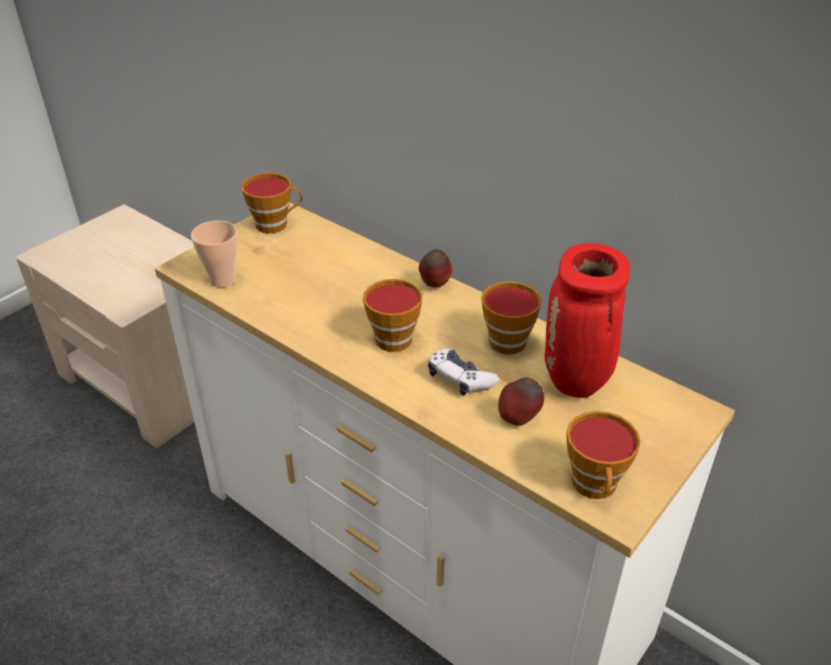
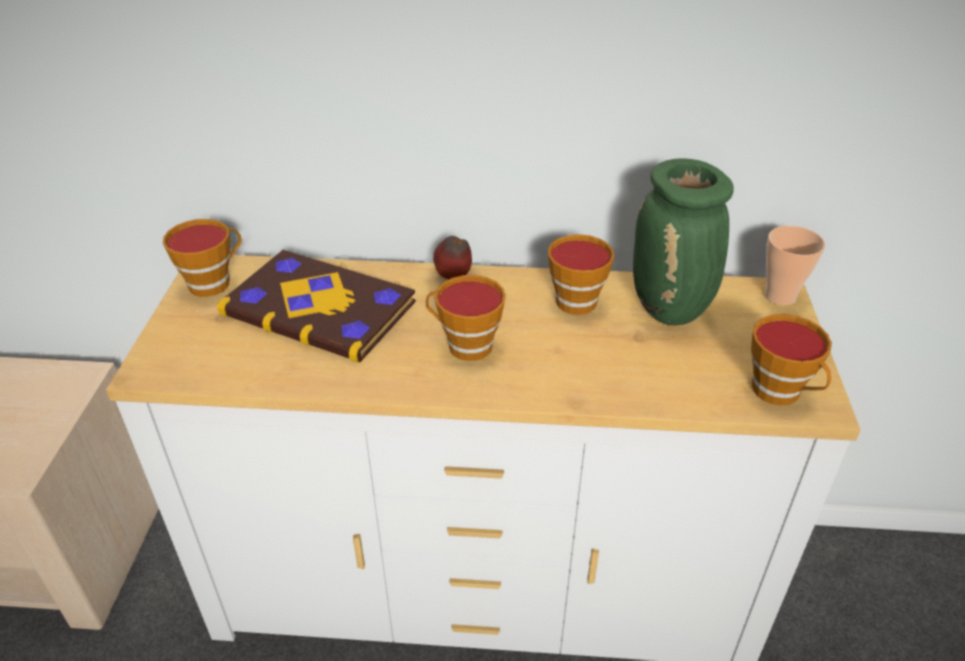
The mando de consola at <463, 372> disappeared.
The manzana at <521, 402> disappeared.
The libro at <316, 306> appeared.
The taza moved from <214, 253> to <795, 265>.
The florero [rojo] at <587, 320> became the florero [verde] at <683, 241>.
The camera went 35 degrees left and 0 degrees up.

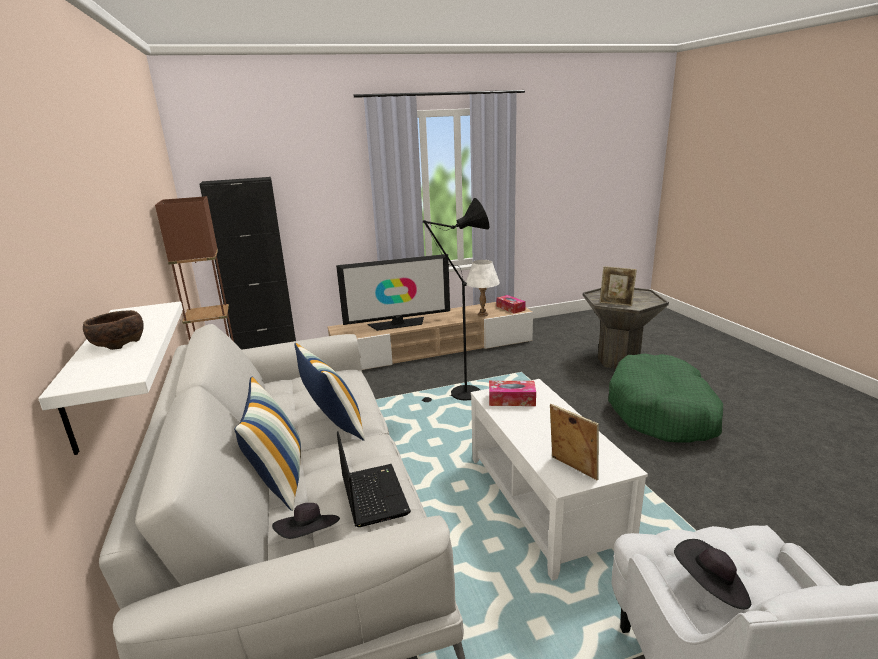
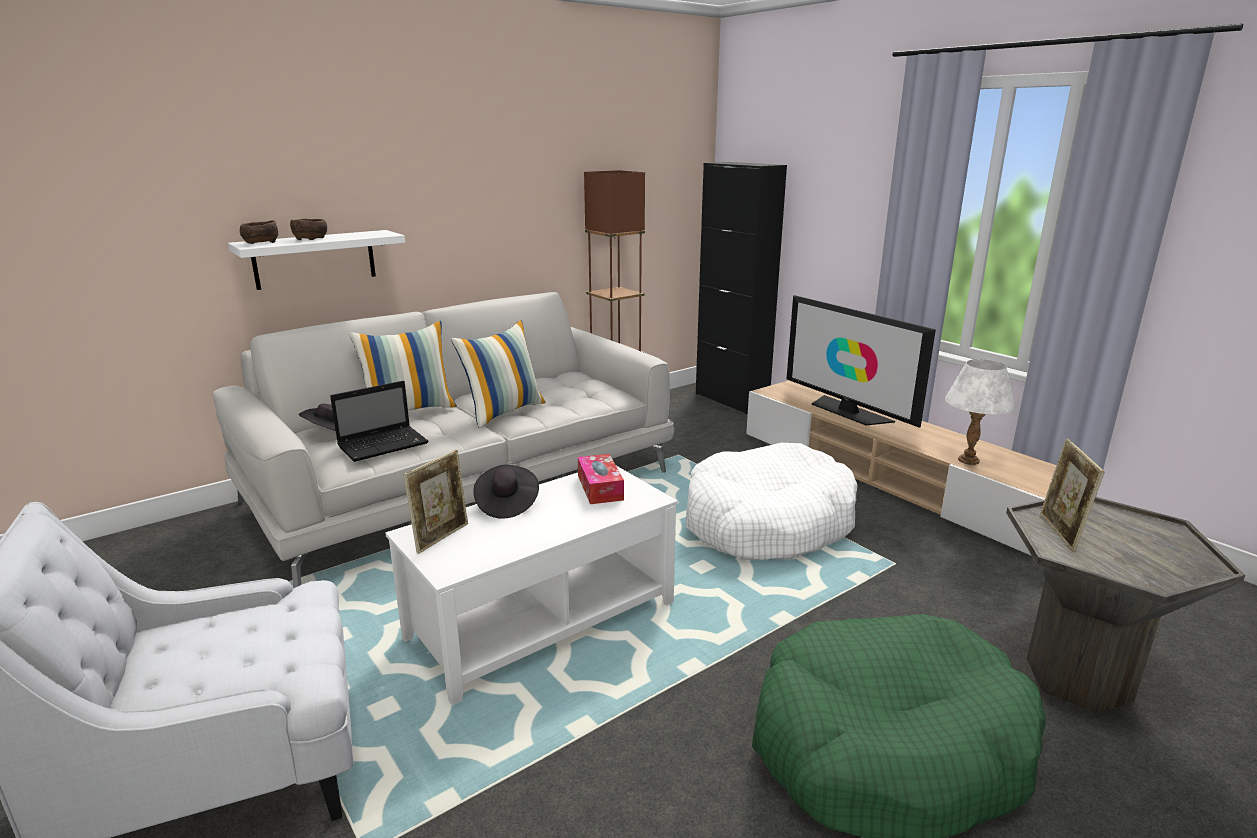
The caja de pañuelos at <511, 304> disappeared.
The cuenco [marrón] at <259, 232> appeared.
The sombrero [negro] moved from <712, 574> to <506, 491>.
The lámpara de pie [negro] at <455, 300> was replaced by the cama para perro [blanco] at <771, 501>.
The camera went 70 degrees right and 0 degrees up.

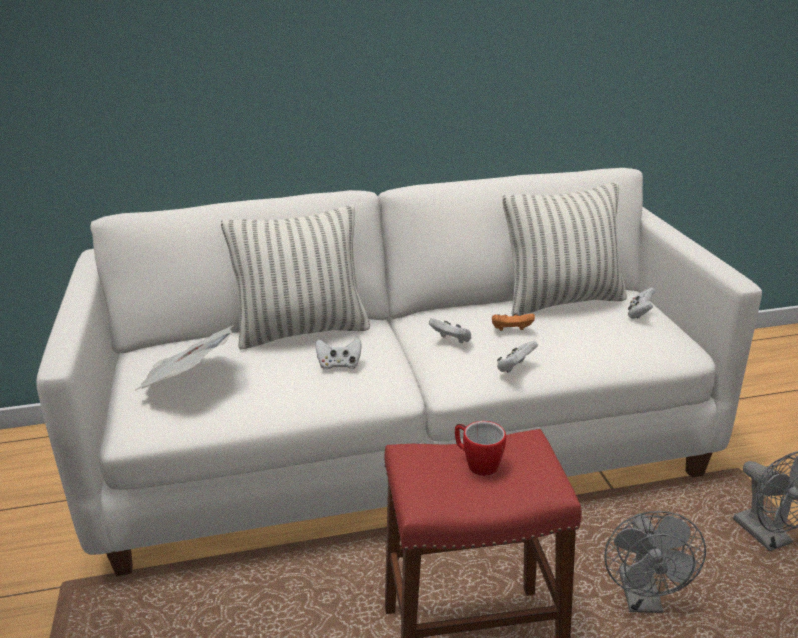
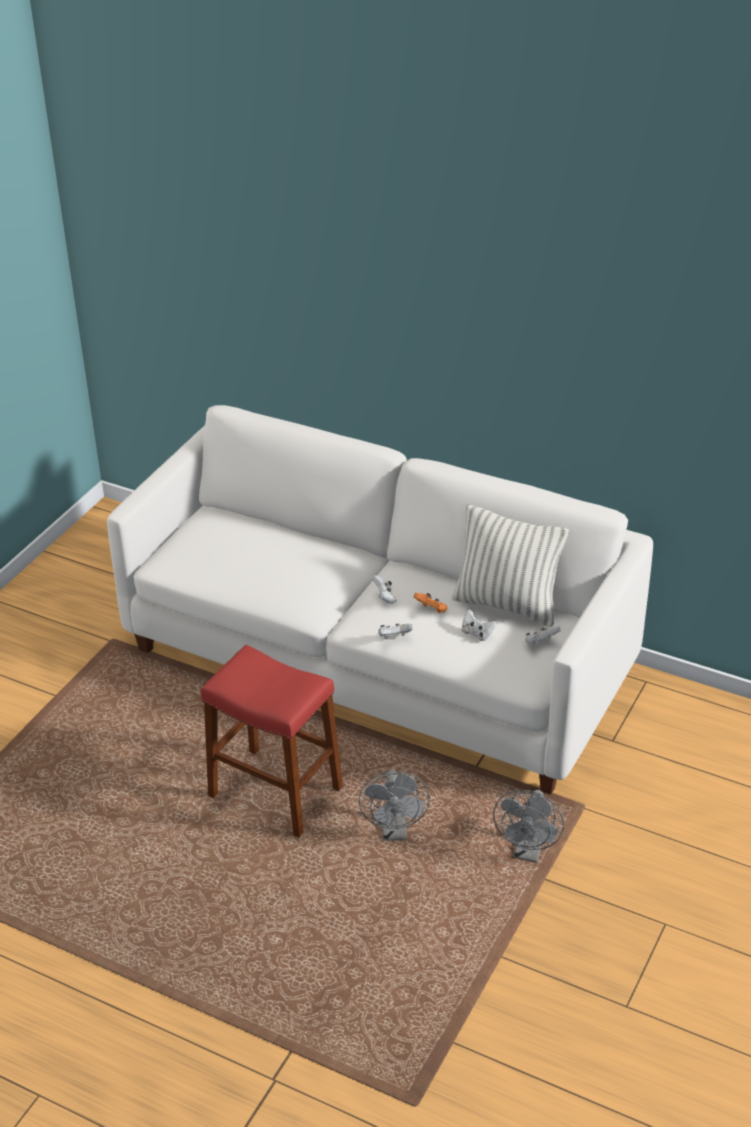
The periódico at <184, 358> disappeared.
The cojín at <295, 277> disappeared.
The taza grande at <480, 448> disappeared.
The mando de consola [blanco] moved from <338, 354> to <479, 625>.
The ventilador [gris] at <655, 562> turned 45 degrees counterclockwise.
The camera went 40 degrees right and 10 degrees up.

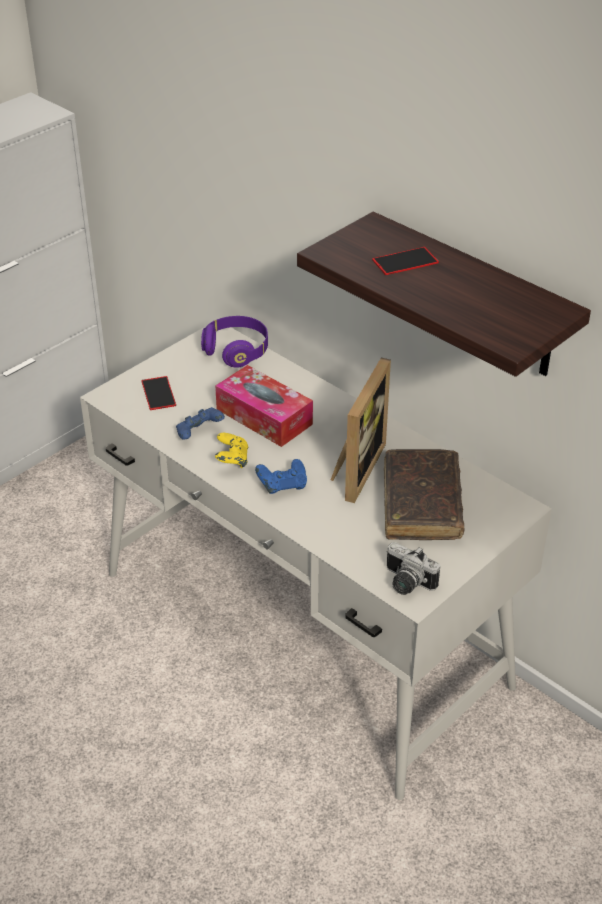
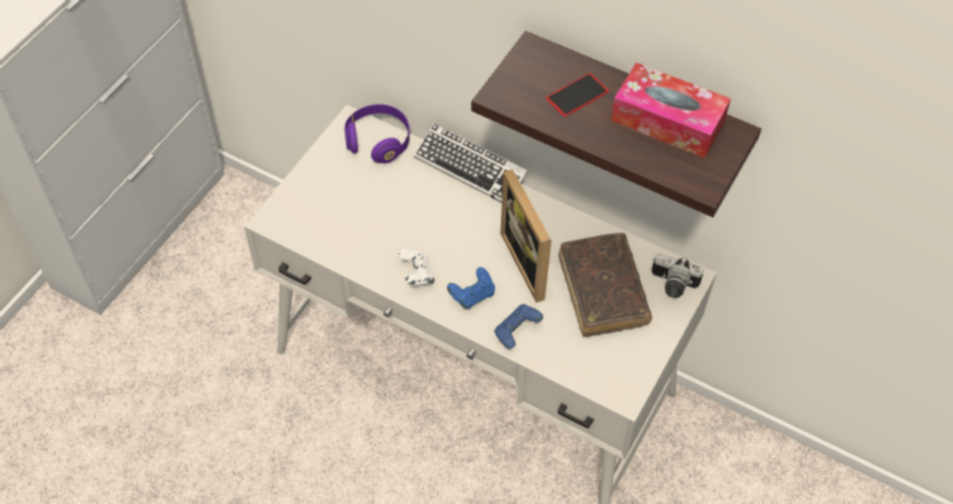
The móvil at <159, 393> disappeared.
The teclado at <471, 163> appeared.
The mando de consola [azul] moved from <200, 423> to <518, 326>.
The caja de pañuelos moved from <264, 406> to <671, 110>.
The cámara moved from <413, 568> to <678, 275>.
The mando de consola [amarillo] at <231, 450> became the mando de consola [blanco] at <416, 267>.
The portarretratos at <361, 430> turned 150 degrees clockwise.
The camera went 15 degrees left and 15 degrees up.

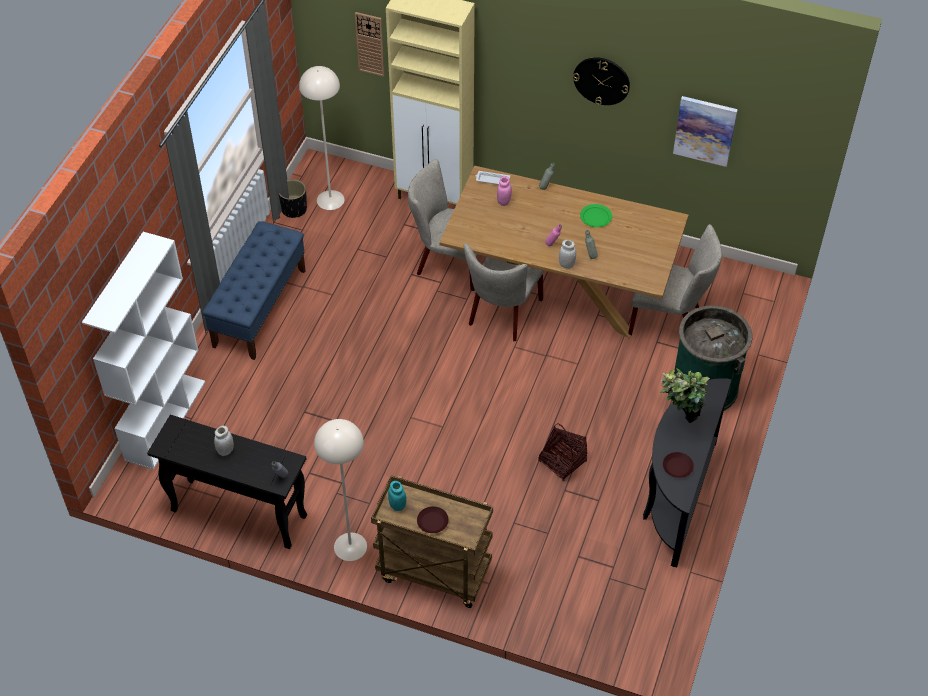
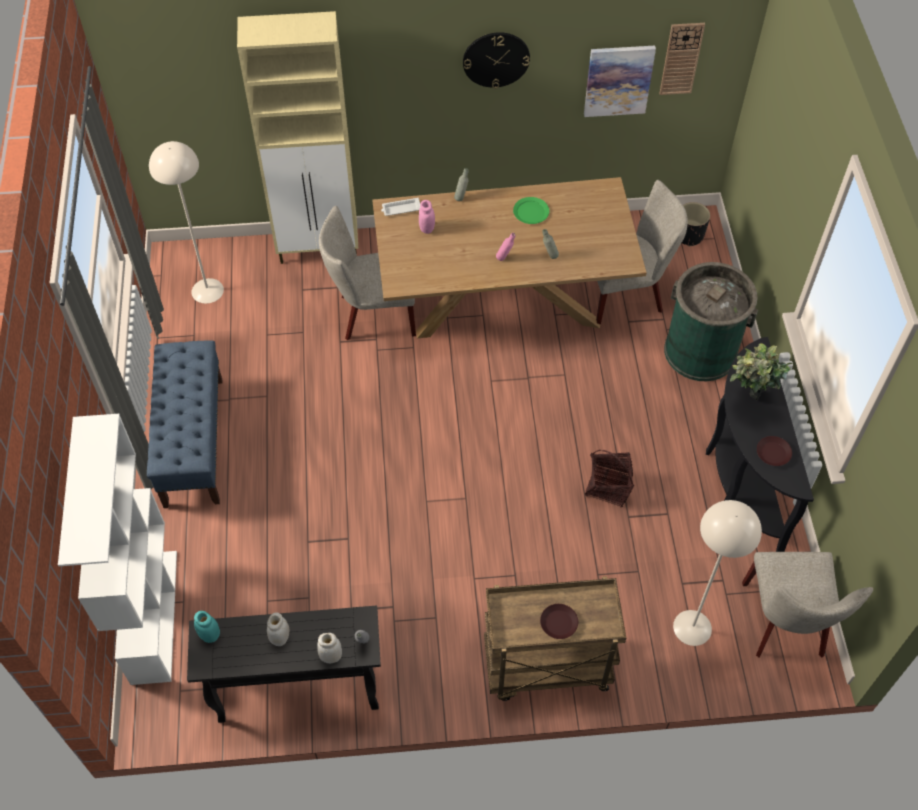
The maceta [negro] moved from <293, 198> to <696, 224>.
The lámpara de pie [beis] moved from <340, 490> to <717, 573>.
The reloj de pared moved from <369, 44> to <682, 59>.
The tarro [turquesa] moved from <397, 496> to <207, 627>.
The silla [beis] moved from <504, 292> to <807, 605>.
The tarro [blanco] moved from <567, 254> to <329, 648>.
The camera went 25 degrees left and 5 degrees up.

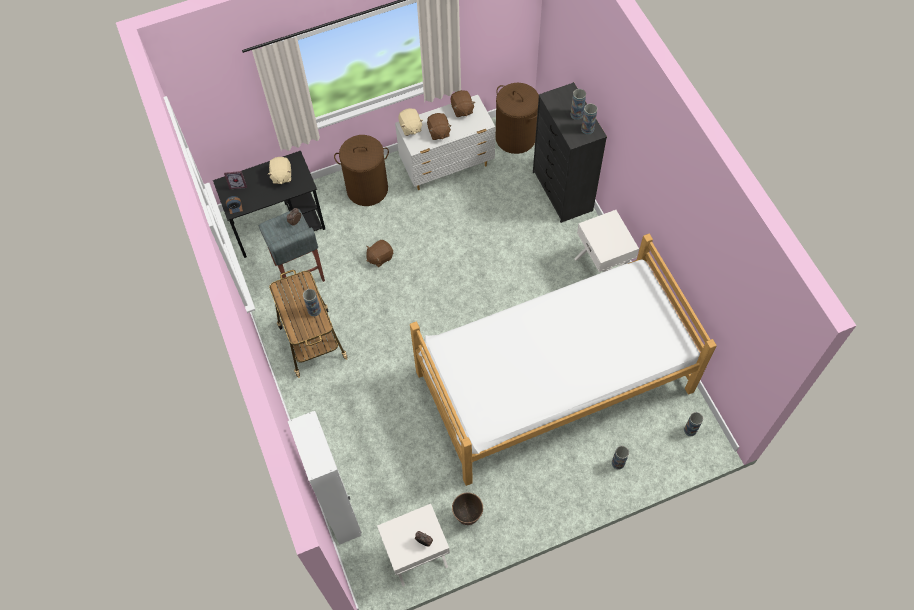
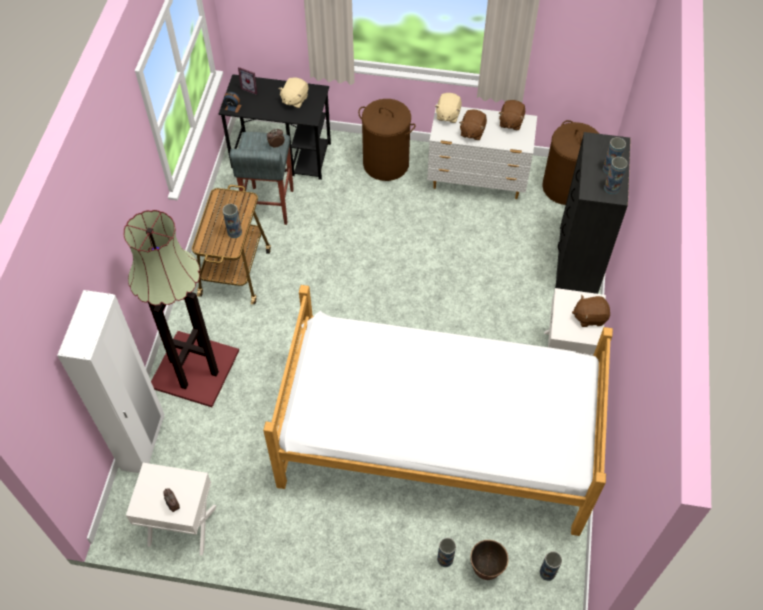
The lámpara de pie at <181, 308> appeared.
The peluche [marrón] moved from <379, 253> to <591, 311>.
The maceta moved from <467, 508> to <489, 560>.
The camera went 30 degrees right and 5 degrees down.

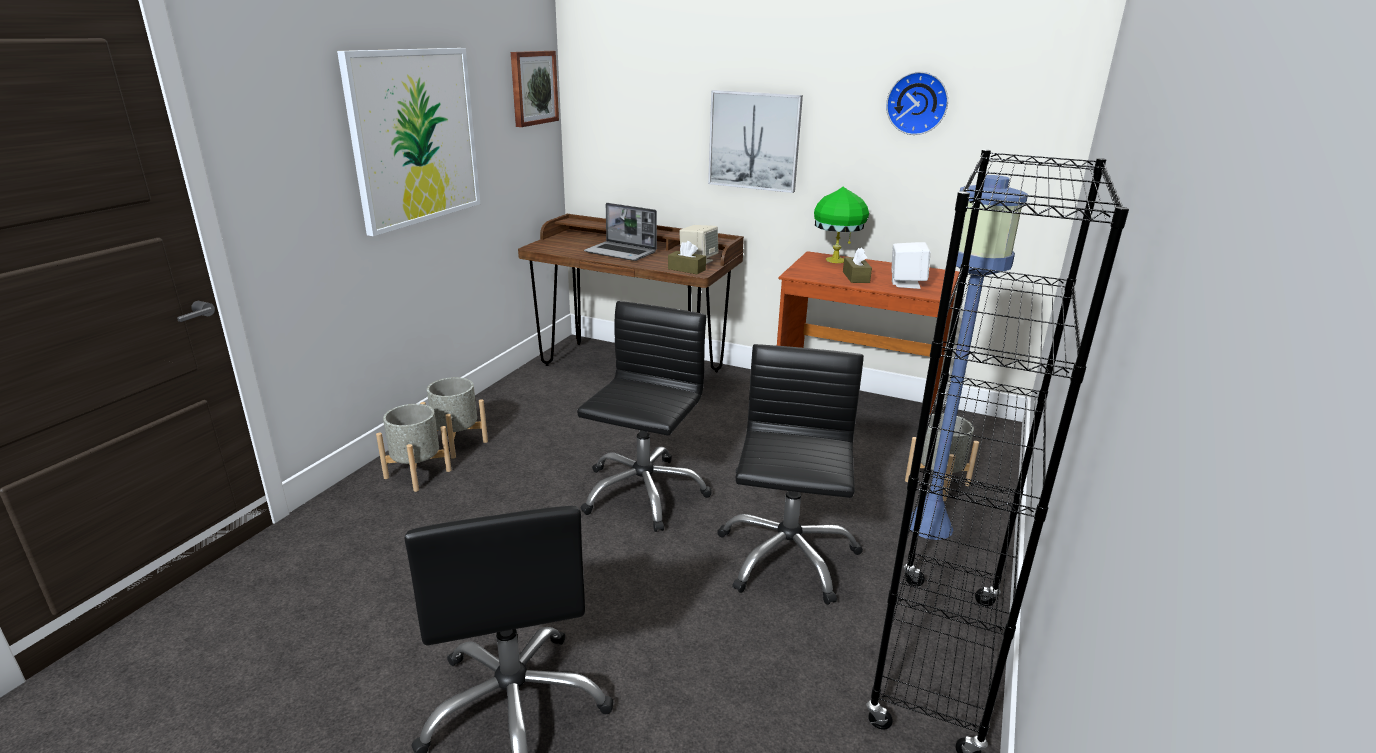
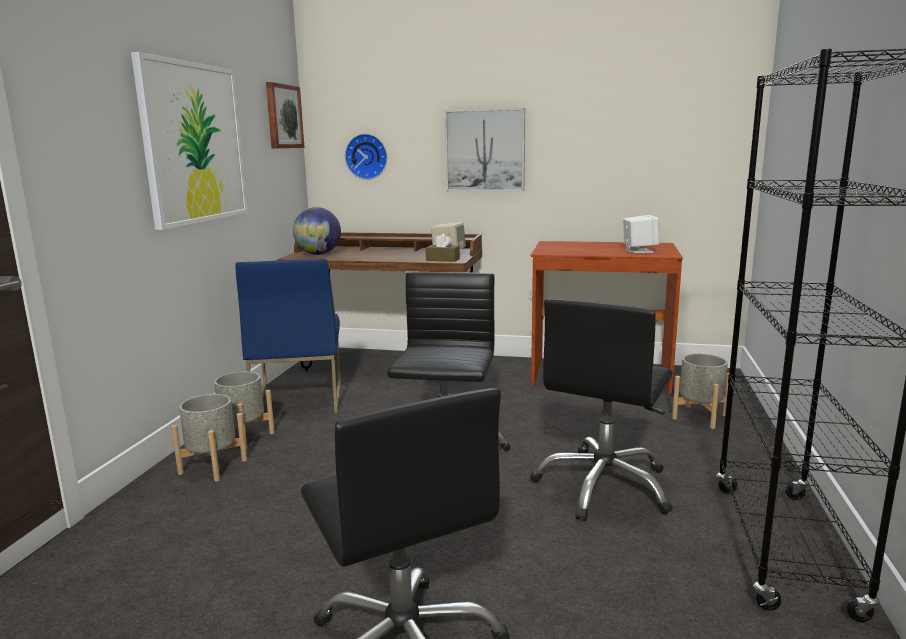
The portátil at <620, 232> disappeared.
The lámpara de mesa [verde] at <841, 225> disappeared.
The caja de pañuelos [marrón] at <857, 265> disappeared.
The lámpara de pie [azul] at <969, 357> disappeared.
The silla [azul] at <288, 336> appeared.
The globo terráqueo at <317, 231> appeared.
The reloj de pared moved from <917, 103> to <366, 157>.
The silla de oficina [negro] at <790, 474> turned 150 degrees counterclockwise.
The camera went 10 degrees left and 10 degrees down.

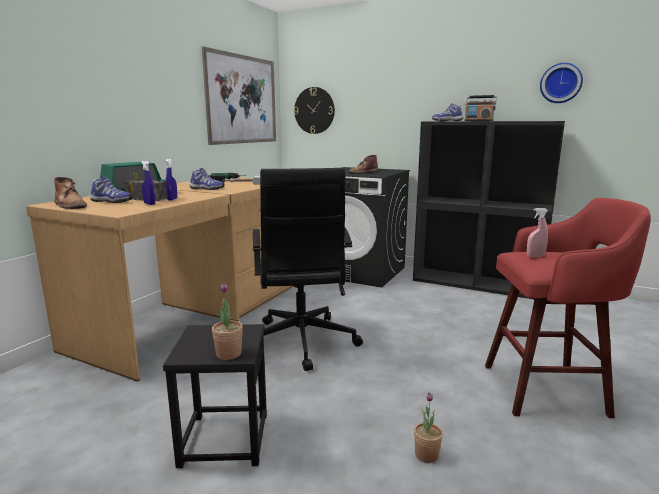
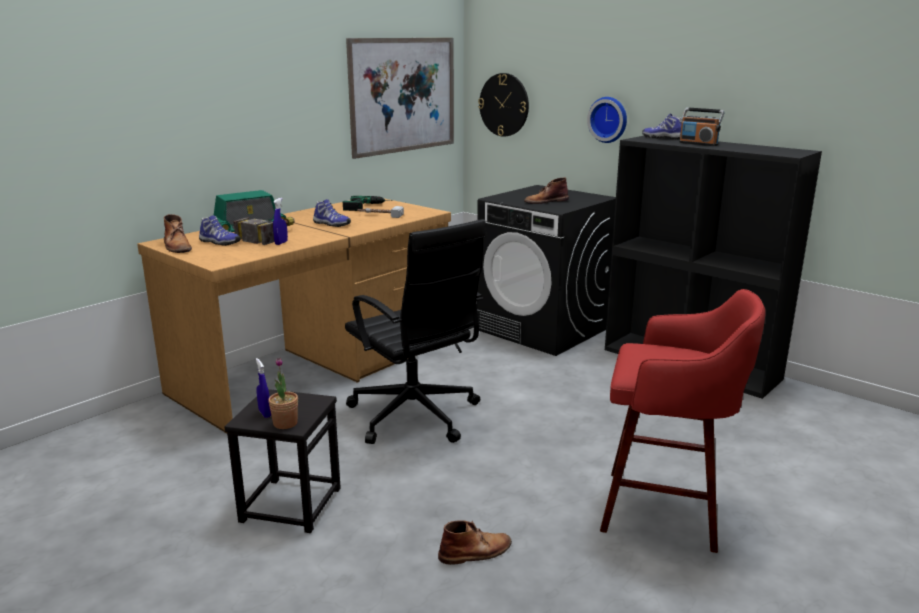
The pulverizador [rosa] at <537, 232> disappeared.
The pulverizador [azul] moved from <148, 183> to <263, 388>.
The reloj de pared moved from <561, 83> to <607, 120>.
The planta en maceta at <428, 427> was replaced by the bota [marrón] at <475, 542>.
The silla de oficina [negro] at <308, 269> turned 45 degrees counterclockwise.
The camera went 15 degrees right and 5 degrees up.

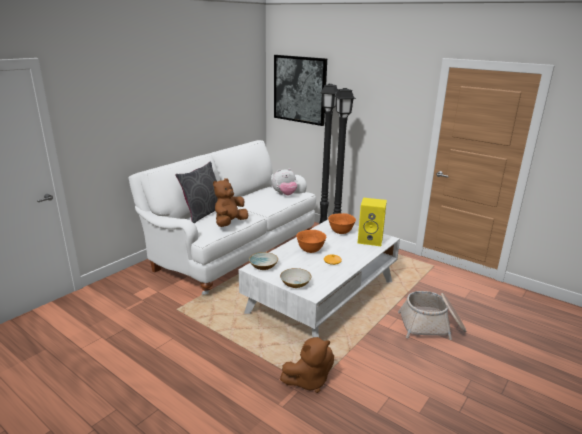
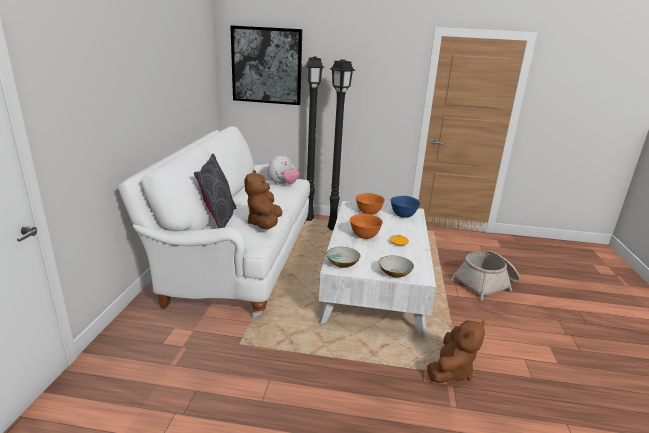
The altavoz [amarillo] at <372, 222> was replaced by the cuenco [azul] at <405, 207>.
The camera went 30 degrees left and 0 degrees up.

